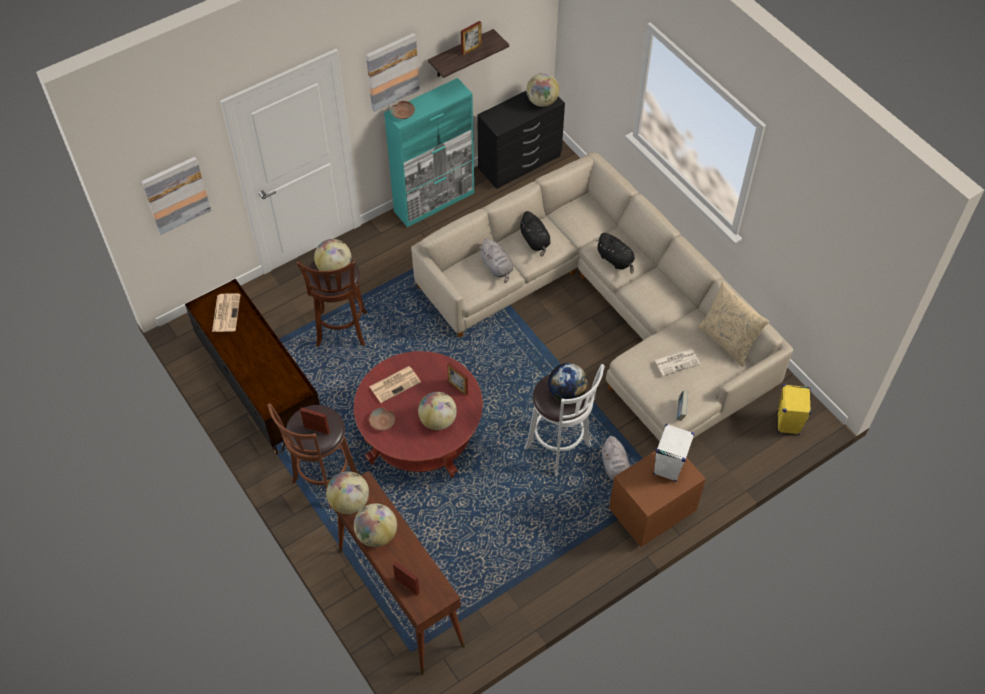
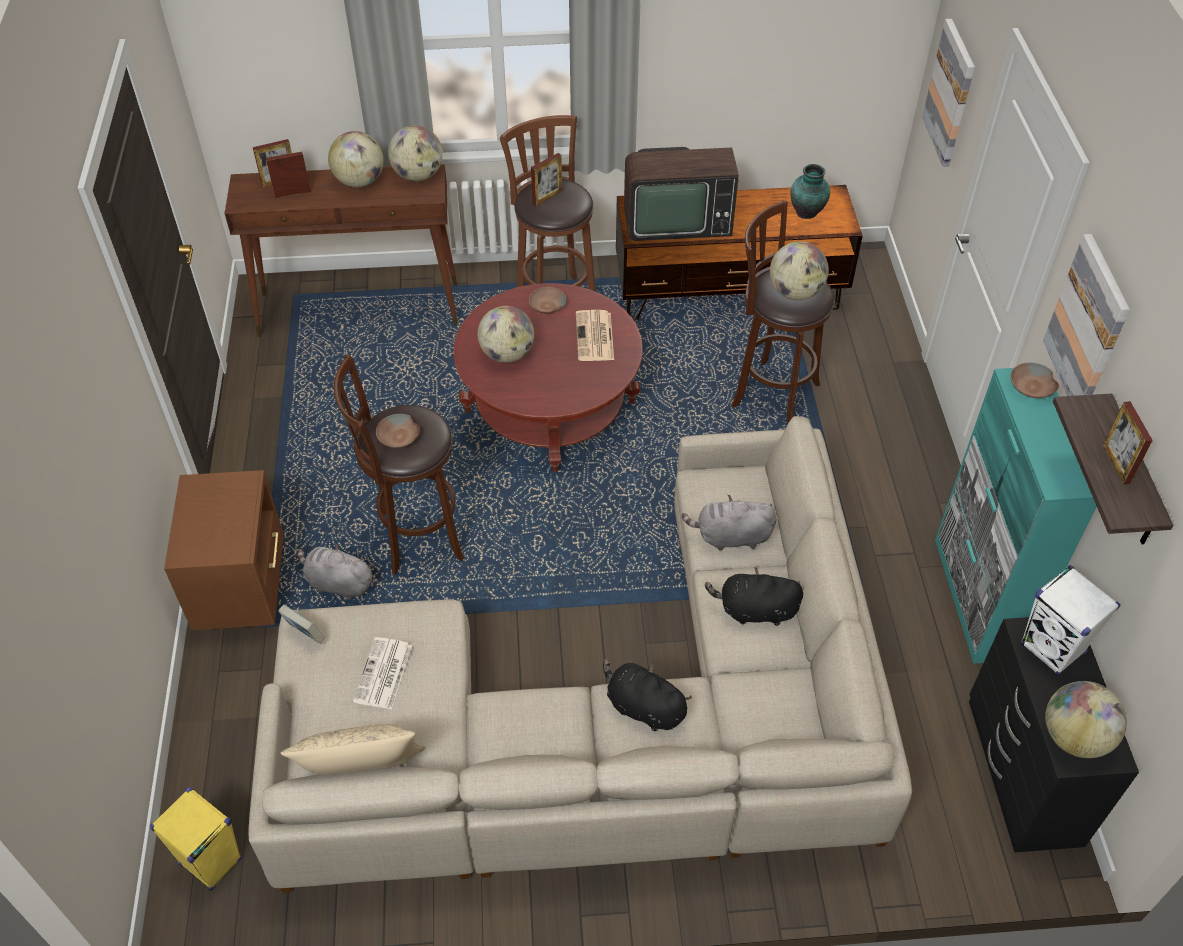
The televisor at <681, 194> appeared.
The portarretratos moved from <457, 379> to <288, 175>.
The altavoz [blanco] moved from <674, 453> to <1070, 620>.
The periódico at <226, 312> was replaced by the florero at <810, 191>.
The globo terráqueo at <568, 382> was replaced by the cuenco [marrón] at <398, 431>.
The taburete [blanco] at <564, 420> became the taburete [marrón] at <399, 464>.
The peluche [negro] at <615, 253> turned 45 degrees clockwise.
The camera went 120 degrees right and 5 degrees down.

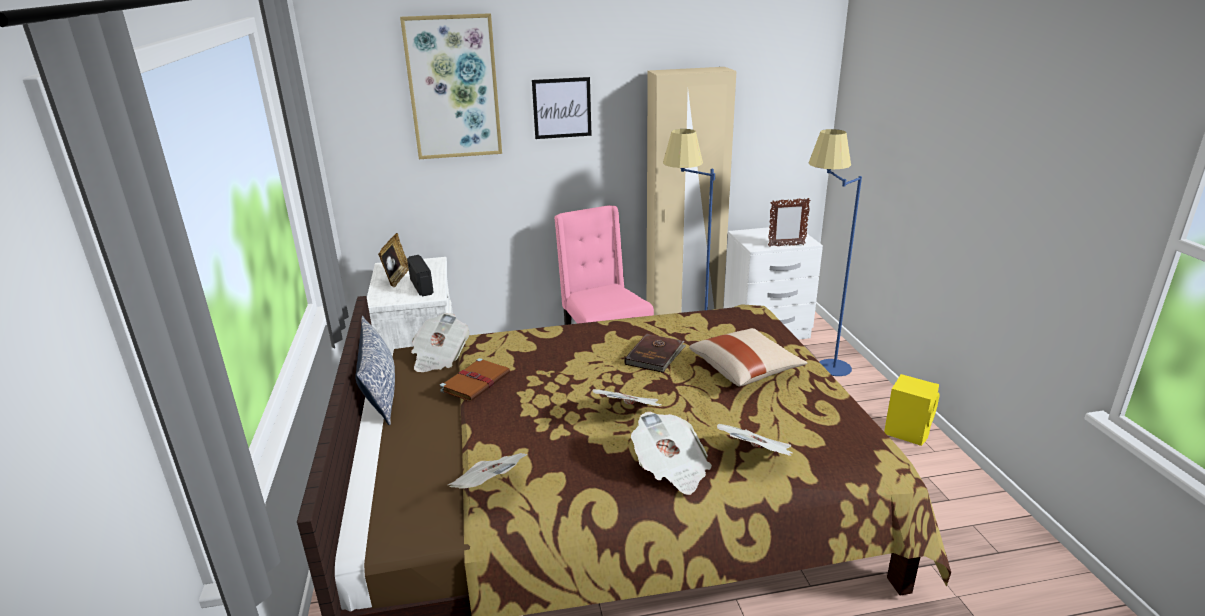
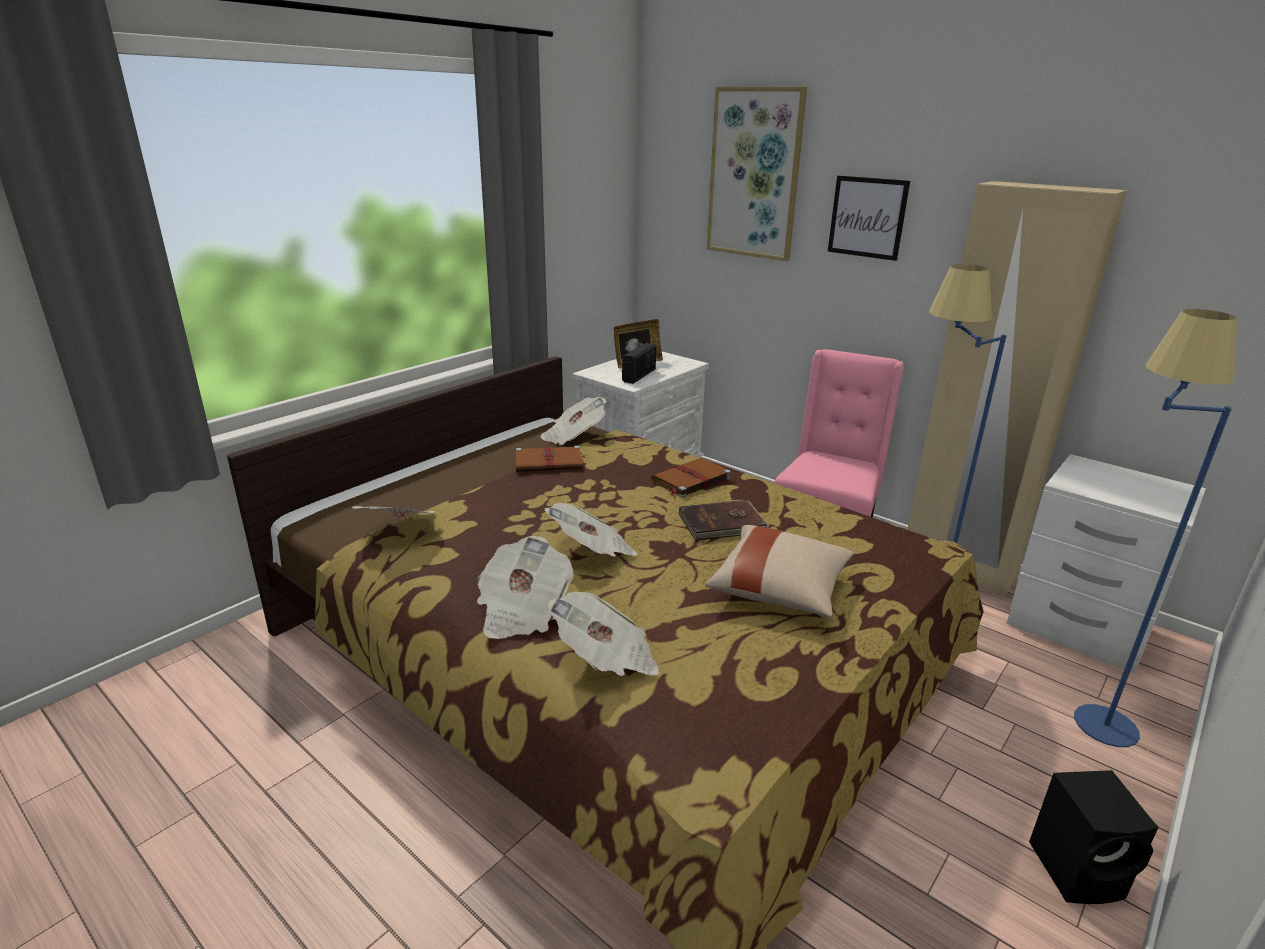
The cojín at <375, 370> disappeared.
The portarretratos at <789, 222> disappeared.
The libro [marrón] at <691, 477> appeared.
The altavoz [amarillo] at <912, 410> became the altavoz [negro] at <1094, 837>.
The camera went 50 degrees right and 0 degrees up.

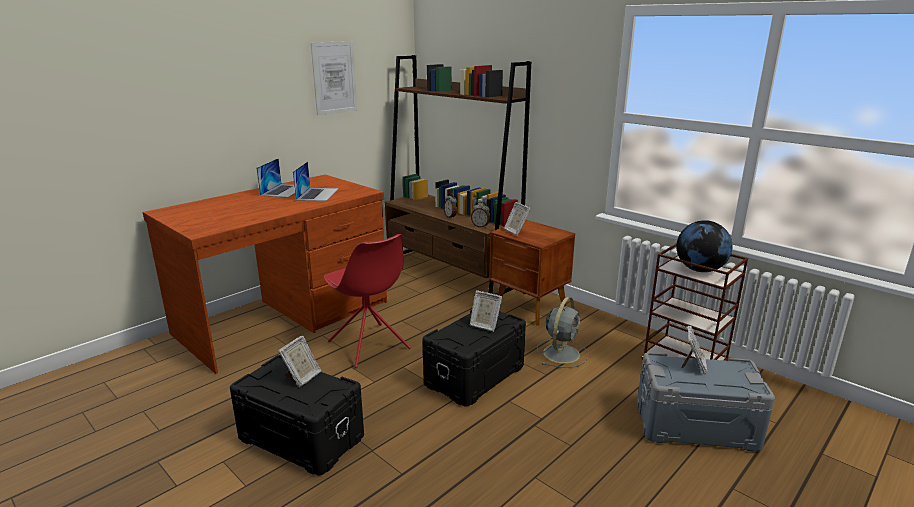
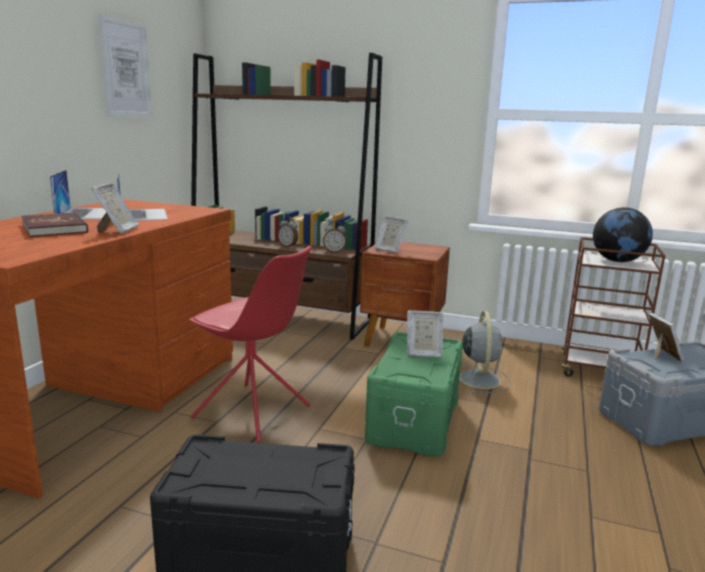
The libro [rojo] at <55, 224> appeared.
The portarretratos moved from <299, 361> to <115, 208>.
The caja de almacenaje [negro] at <474, 358> became the caja de almacenaje [verde] at <414, 394>.
The camera went 25 degrees left and 5 degrees down.

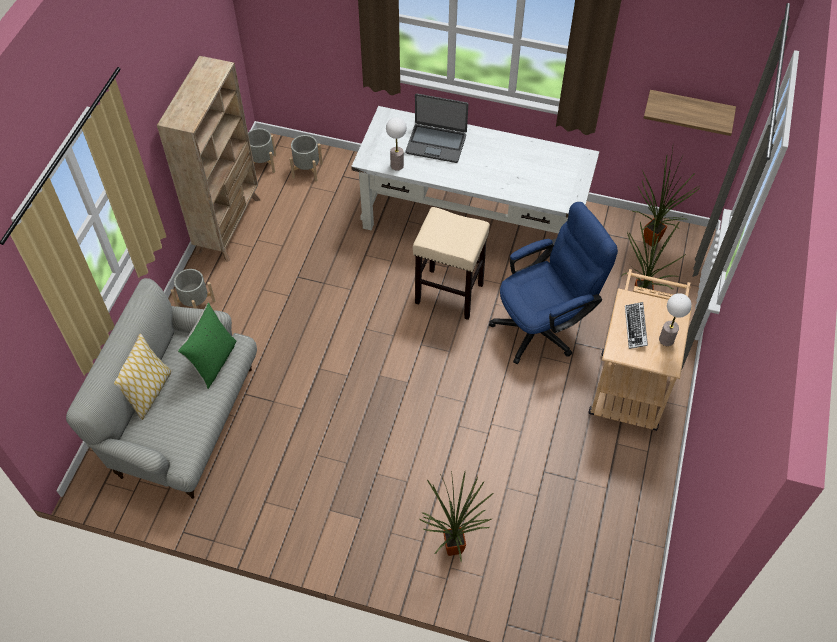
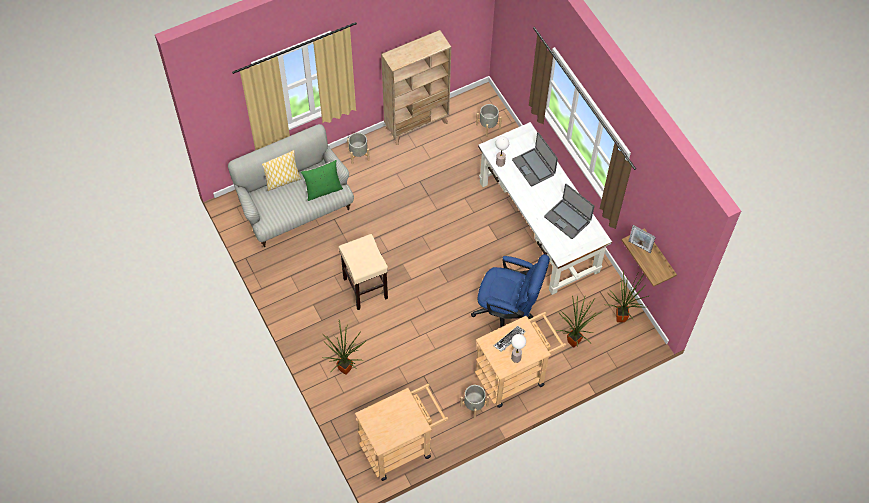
The carrito [beis] at <402, 432> appeared.
The portátil at <569, 211> appeared.
The portarretratos at <642, 239> appeared.
The maceta [gris] moved from <262, 150> to <474, 401>.
The taburete [beis] moved from <451, 263> to <363, 272>.
The camera went 45 degrees right and 5 degrees up.

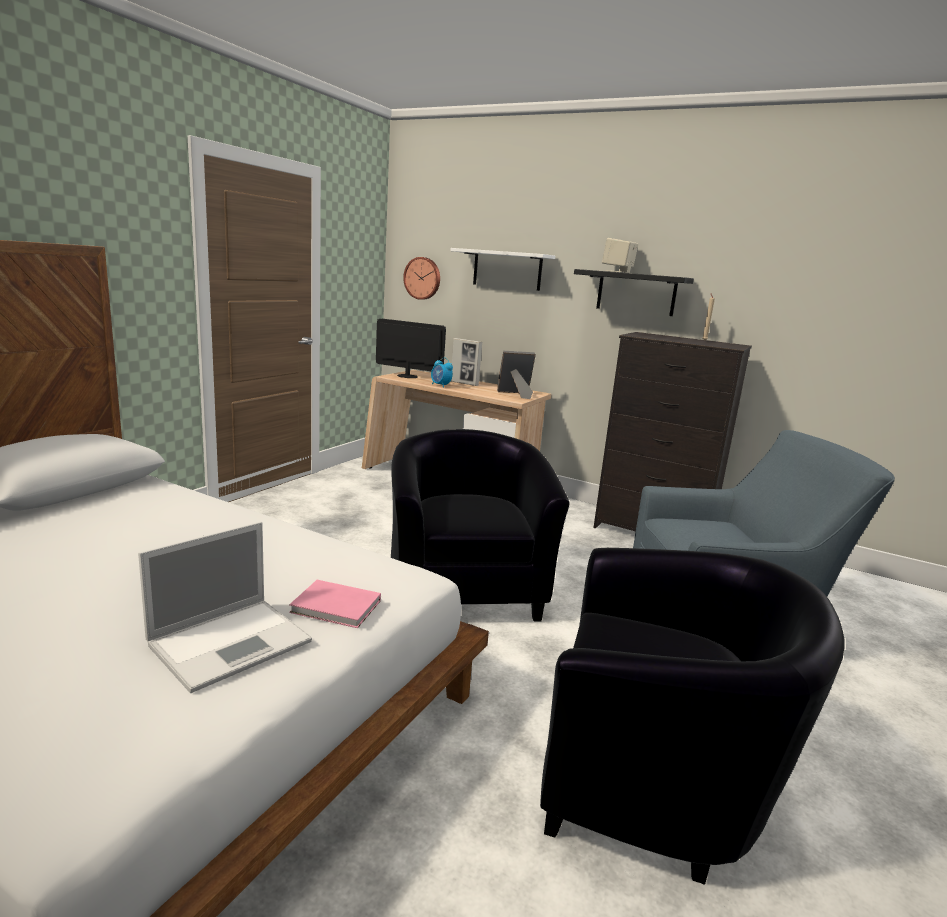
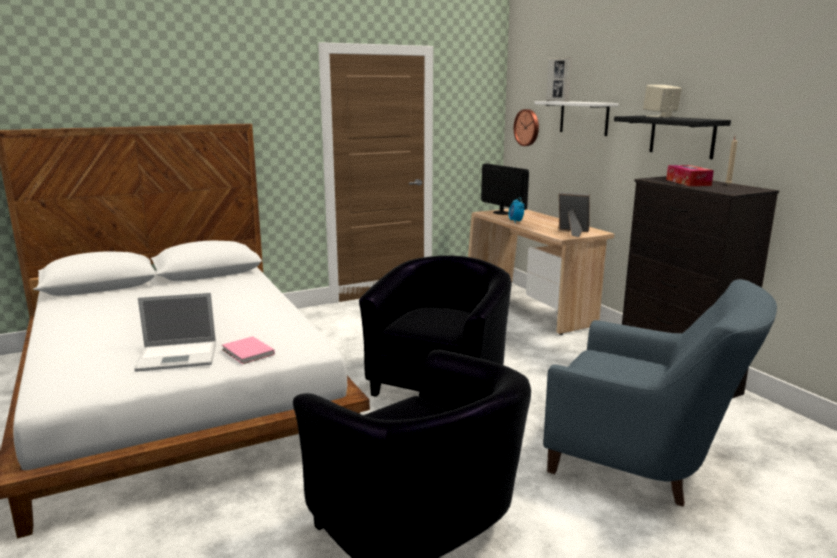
The caja de pañuelos at <690, 175> appeared.
The portarretratos moved from <466, 362> to <559, 80>.
The camera went 35 degrees right and 0 degrees up.

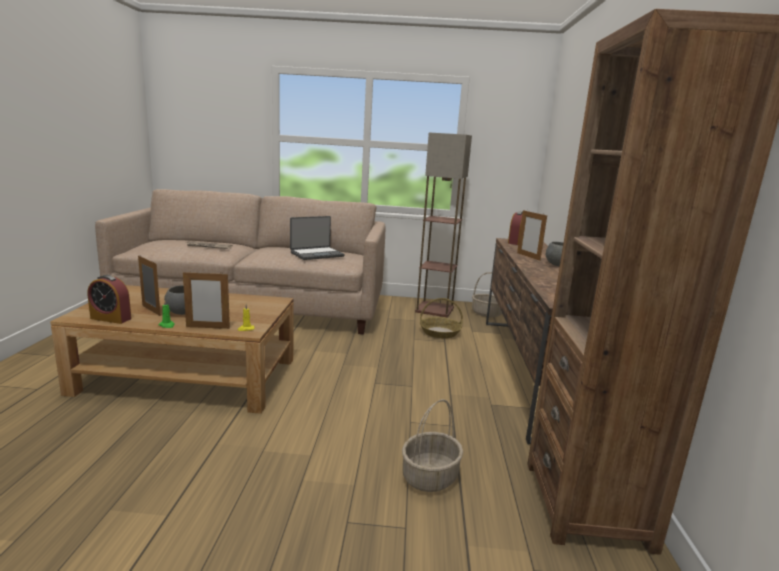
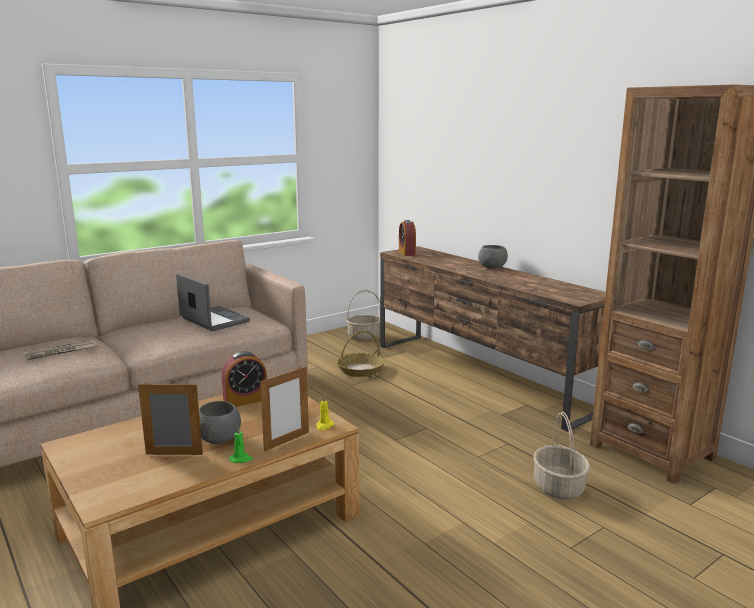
The lámpara de pie at <443, 225> disappeared.
The portarretratos at <532, 235> disappeared.
The despertador moved from <110, 299> to <244, 379>.
The portátil at <317, 238> turned 60 degrees counterclockwise.
The camera went 40 degrees left and 0 degrees up.

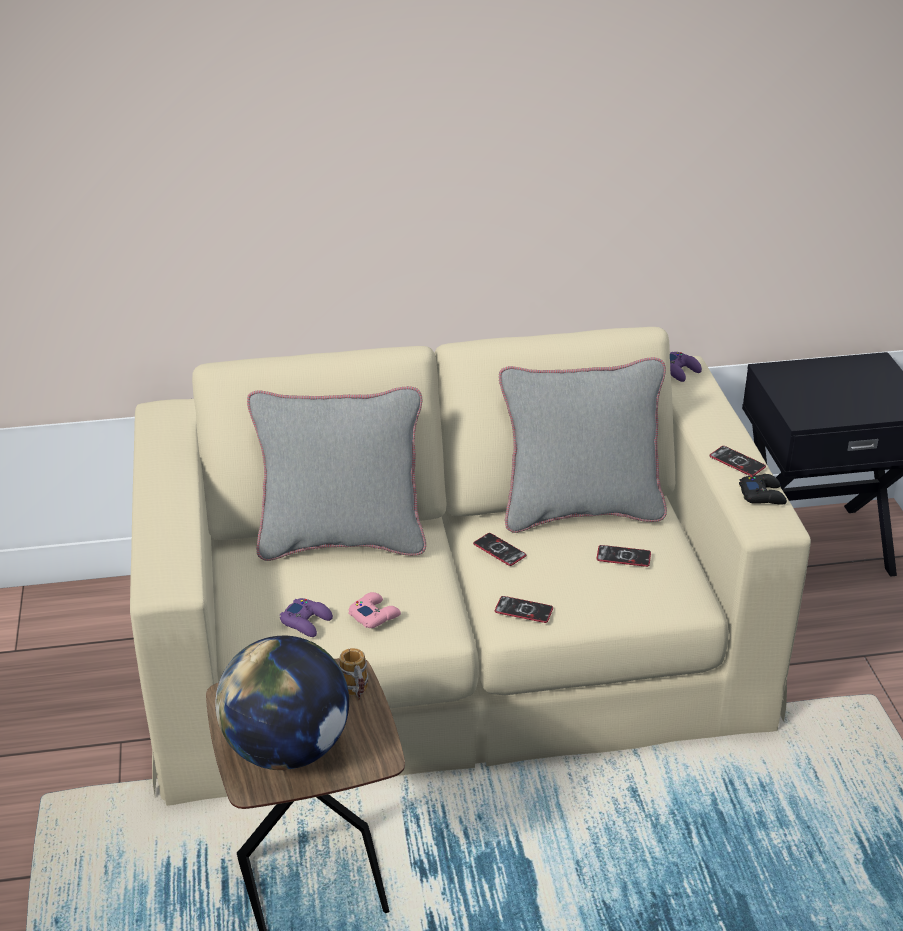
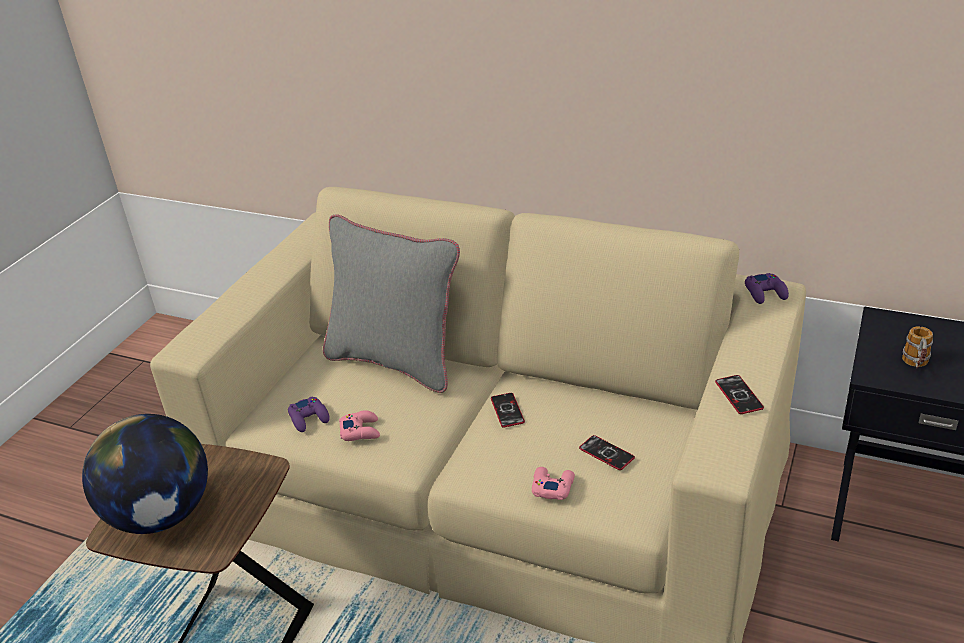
The móvil at <524, 609> disappeared.
The cojín [gris] at <583, 445> disappeared.
The mando de consola [negro] at <763, 489> disappeared.
The mando de consola [rosa] at <553, 483> appeared.
The taza grande moved from <353, 674> to <917, 347>.
The camera went 35 degrees right and 0 degrees up.

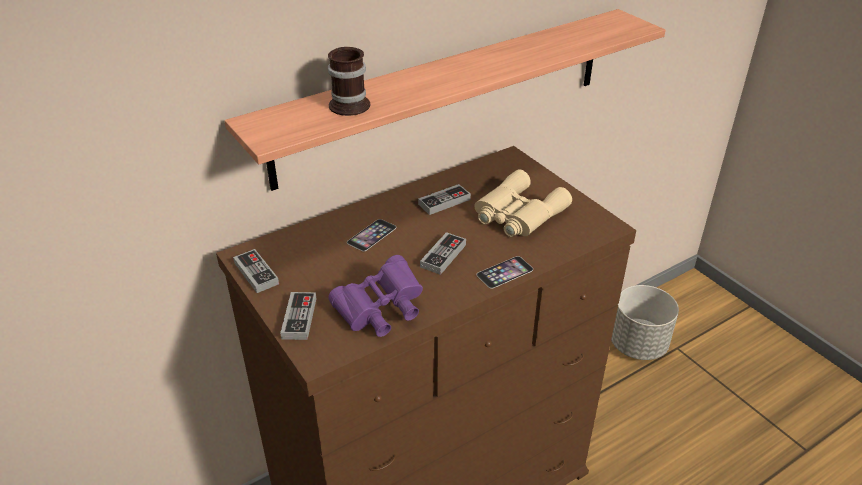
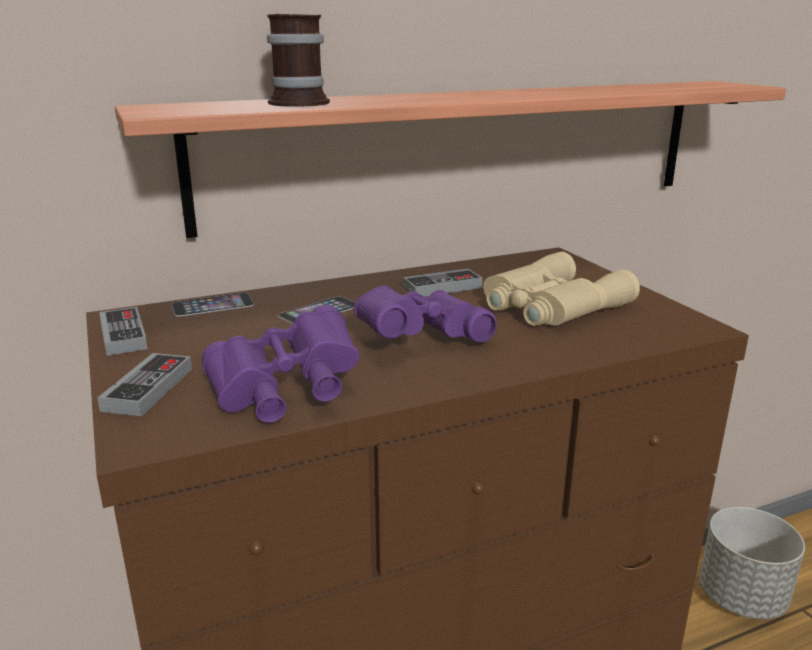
The móvil moved from <504, 272> to <212, 304>.
The mando de consola at <443, 253> was replaced by the prismáticos [morado] at <425, 314>.
The camera went 10 degrees right and 15 degrees down.

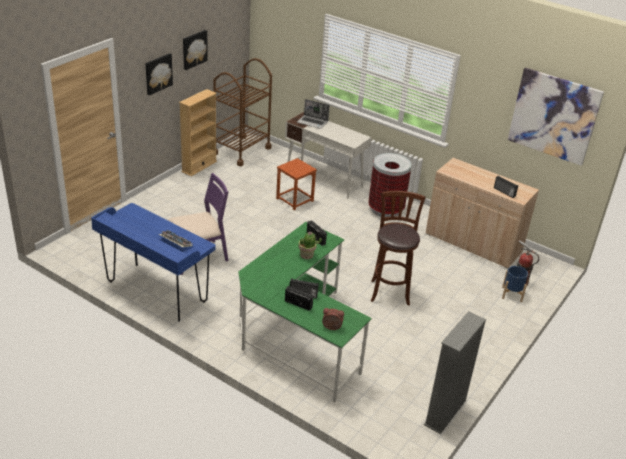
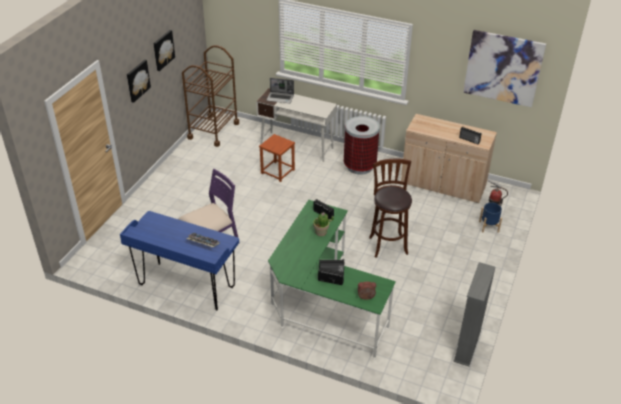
The estantería [beis] at <198, 132> disappeared.
The camera went 10 degrees left and 5 degrees up.

